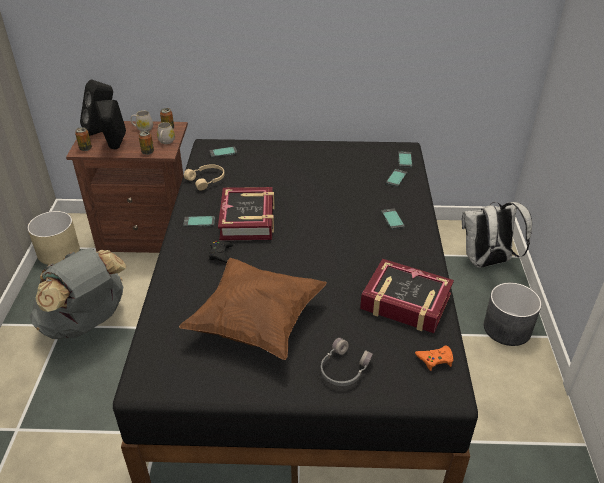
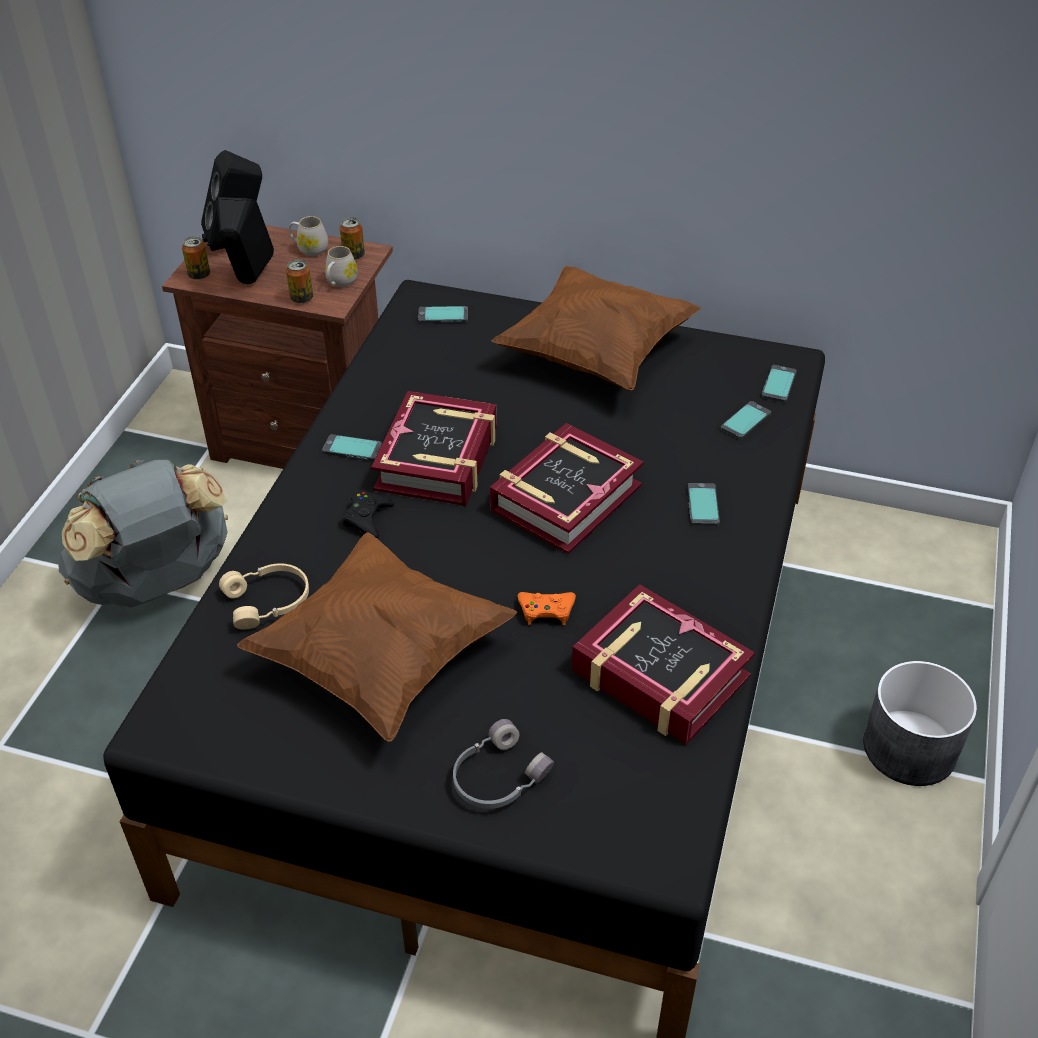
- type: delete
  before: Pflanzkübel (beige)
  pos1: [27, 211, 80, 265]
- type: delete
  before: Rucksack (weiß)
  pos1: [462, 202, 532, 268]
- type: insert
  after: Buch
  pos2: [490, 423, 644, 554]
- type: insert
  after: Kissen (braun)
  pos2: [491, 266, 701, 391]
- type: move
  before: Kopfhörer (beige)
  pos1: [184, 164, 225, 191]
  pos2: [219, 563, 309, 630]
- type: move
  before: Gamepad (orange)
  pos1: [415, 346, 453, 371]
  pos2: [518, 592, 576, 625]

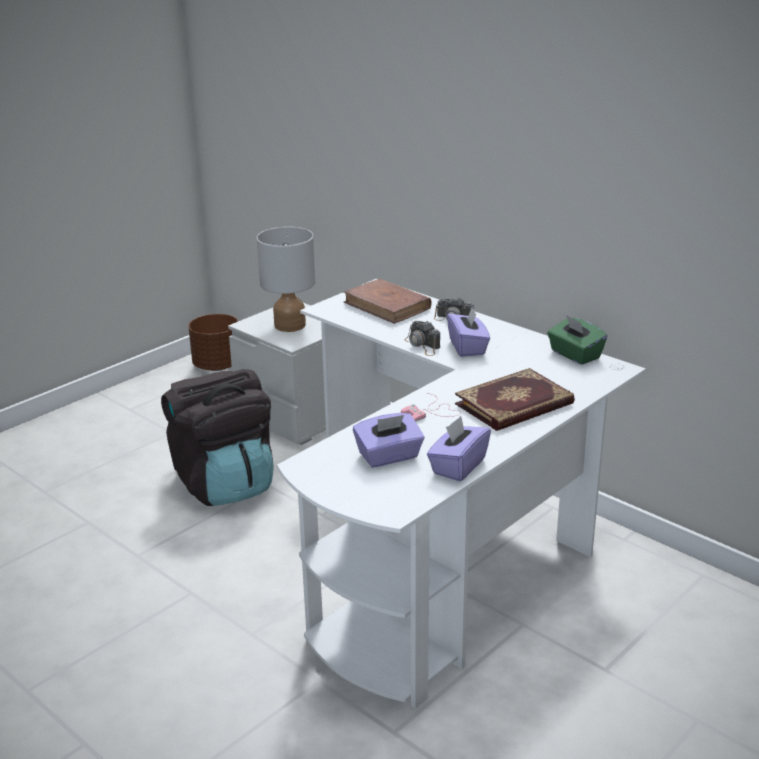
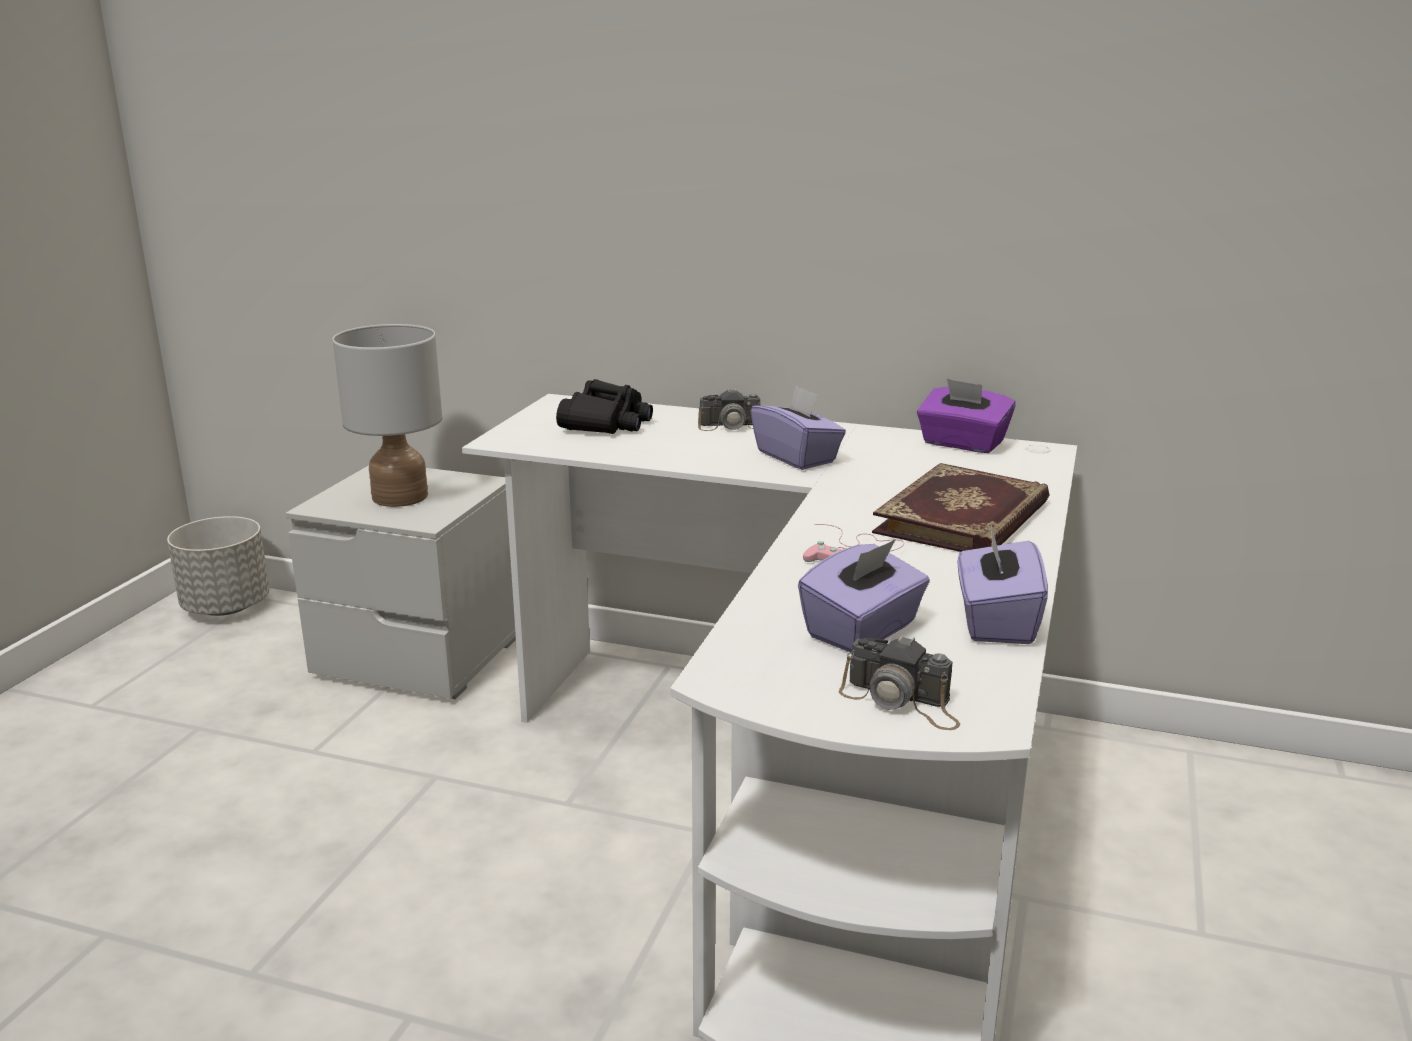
- type: delete
  before: Rucksack (schwarz)
  pos1: [161, 369, 274, 506]
- type: move
  before: Kamera
  pos1: [404, 321, 440, 356]
  pos2: [839, 635, 960, 730]
- type: replace
  before: Buch (braun)
  after: Fernglas (schwarz)
  pos1: [344, 279, 432, 324]
  pos2: [556, 379, 653, 434]
- type: recolor
  before: Pflanzkübel (braun)
  after: Pflanzkübel (grau)
  pos1: [188, 314, 238, 371]
  pos2: [167, 516, 270, 616]
- type: recolor
  before: Taschentuchbox (grün)
  after: Taschentuchbox (lila)
  pos1: [547, 315, 607, 365]
  pos2: [917, 378, 1016, 453]

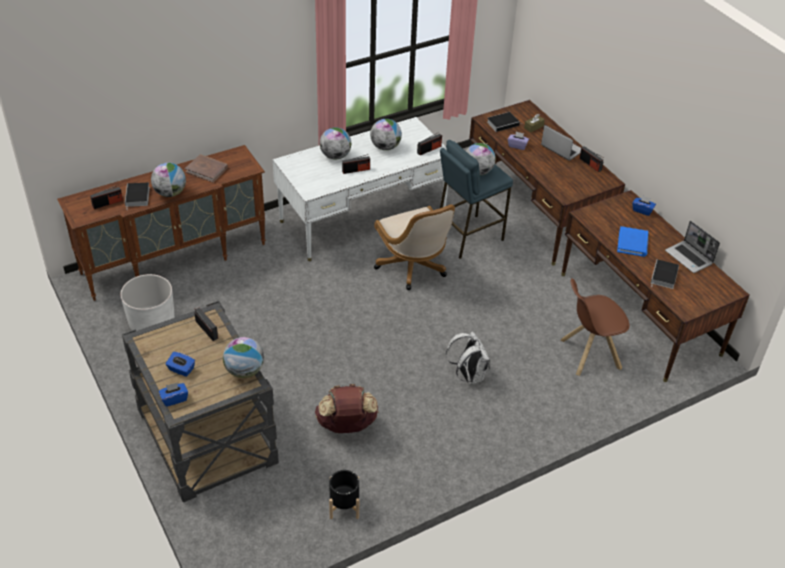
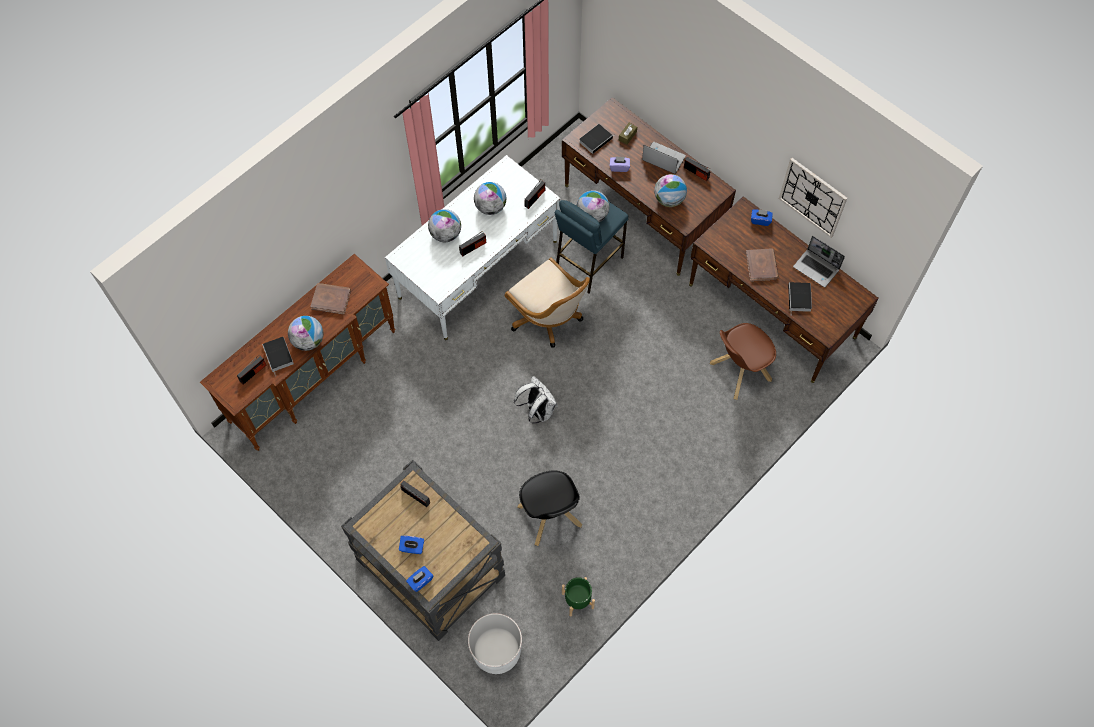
- type: insert
  after: Wanduhr
  pos2: [779, 158, 847, 238]
- type: move
  before: Pflanzkübel (weiß)
  pos1: [120, 274, 175, 331]
  pos2: [468, 613, 522, 674]
- type: move
  before: Globus
  pos1: [223, 337, 264, 378]
  pos2: [654, 174, 687, 207]
- type: move
  before: Rucksack (weiß)
  pos1: [446, 331, 490, 385]
  pos2: [514, 376, 558, 424]
- type: replace
  before: Rucksack (braun)
  after: Stuhl (schwarz)
  pos1: [315, 384, 379, 433]
  pos2: [517, 470, 582, 546]
- type: recolor
  before: Pflanzkübel (schwarz)
  after: Pflanzkübel (grün)
  pos1: [329, 470, 359, 519]
  pos2: [562, 577, 595, 617]
- type: recolor
  before: Buch (blau)
  after: Buch (braun)
  pos1: [617, 226, 649, 257]
  pos2: [746, 248, 779, 281]

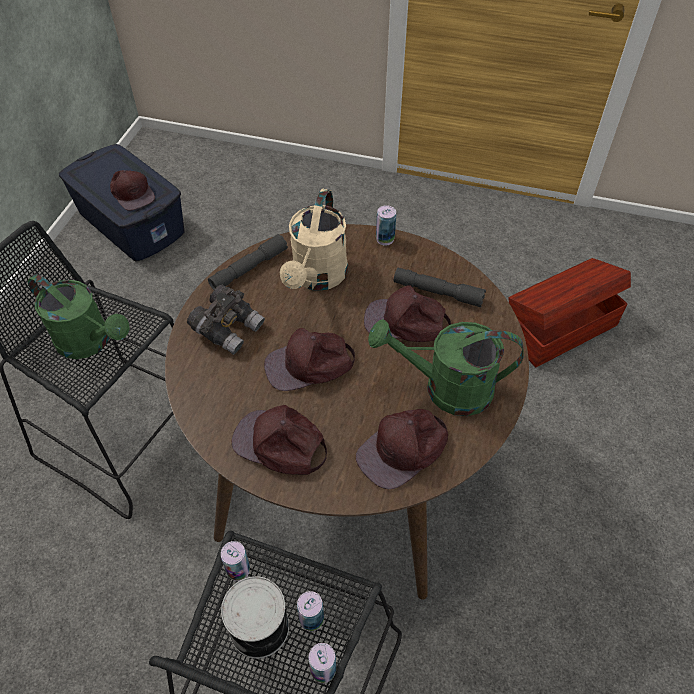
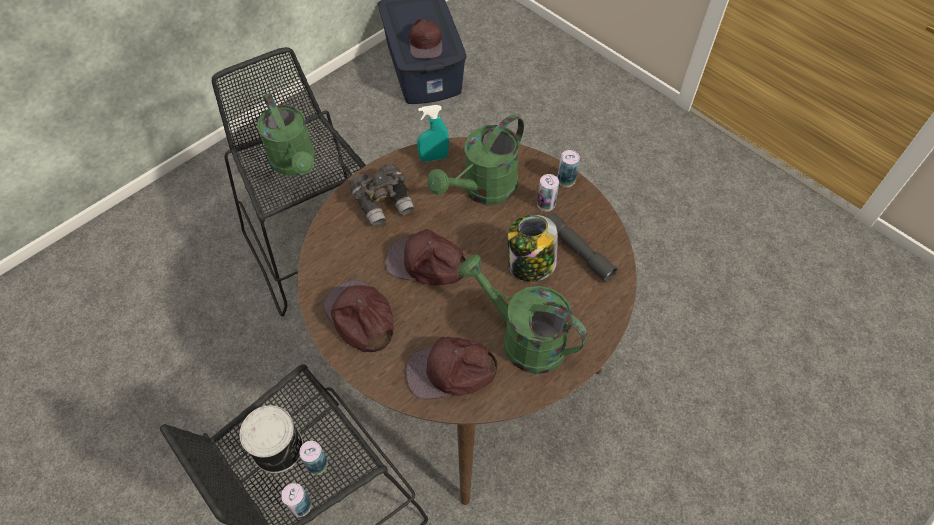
- type: delete
  before: Aufbewahrungsbox (braun)
  pos1: [509, 258, 631, 367]
- type: move
  before: Dose
  pos1: [221, 541, 250, 581]
  pos2: [537, 174, 559, 212]
- type: replace
  before: Taschenlampe (grau)
  after: Sprühflasche (türkis)
  pos1: [208, 234, 288, 290]
  pos2: [417, 105, 449, 162]
- type: replace
  before: Kappe (braun)
  after: Vorratsglas
  pos1: [364, 285, 451, 342]
  pos2: [508, 215, 558, 282]
- type: recolor
  before: Gießkanne (beige)
  after: Gießkanne (grün)
  pos1: [280, 189, 348, 291]
  pos2: [427, 114, 524, 205]

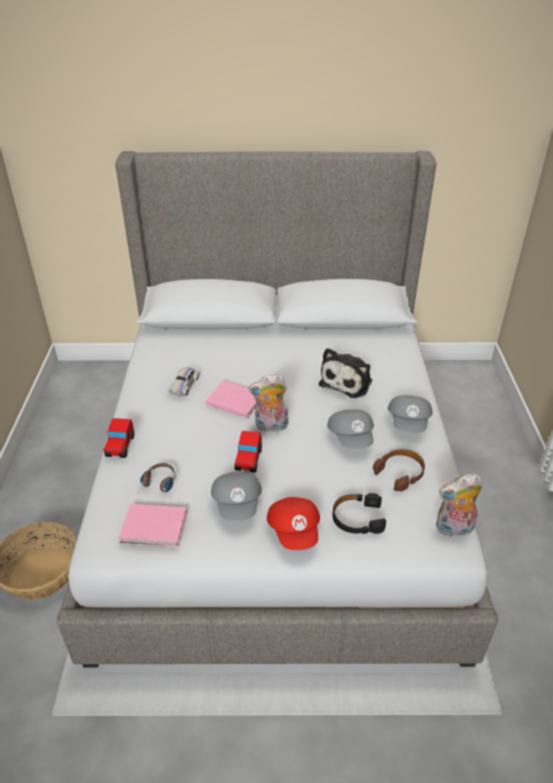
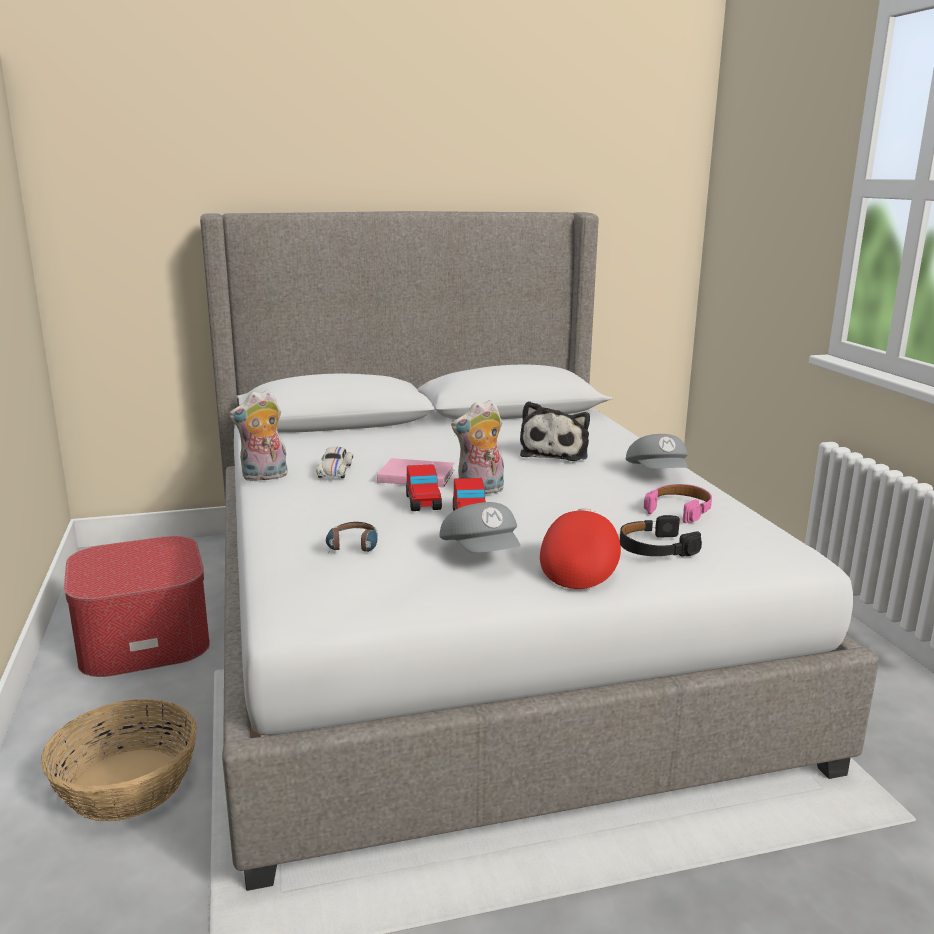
- type: delete
  before: Buch (rosa)
  pos1: [118, 504, 187, 547]
- type: delete
  before: Kappe (grau)
  pos1: [327, 409, 374, 449]
- type: insert
  after: Polsterhocker
  pos2: [64, 536, 210, 677]
- type: move
  before: Spielzeugauto
  pos1: [103, 418, 134, 458]
  pos2: [406, 464, 442, 511]
- type: move
  before: Plüschtier
  pos1: [436, 473, 482, 537]
  pos2: [229, 390, 288, 482]
- type: recolor
  before: Kopfhörer (braun)
  after: Kopfhörer (rosa)
  pos1: [373, 449, 425, 491]
  pos2: [644, 484, 712, 523]
- type: rotate
  before: Kappe (rot)
  pos1: [267, 497, 320, 550]
  pos2: [540, 508, 621, 589]
  turn: -135

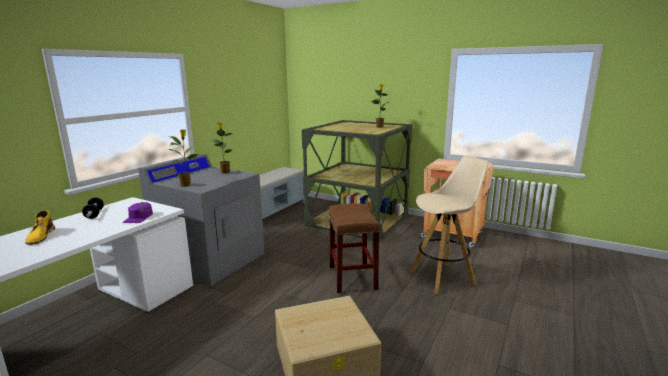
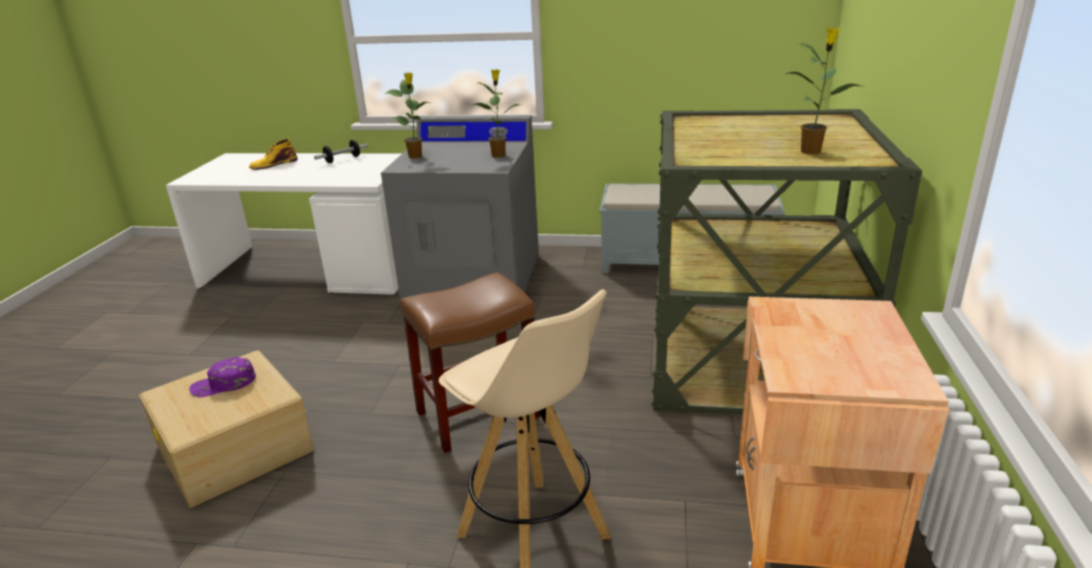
- type: move
  before: Kappe (lila)
  pos1: [123, 202, 153, 223]
  pos2: [189, 357, 256, 397]

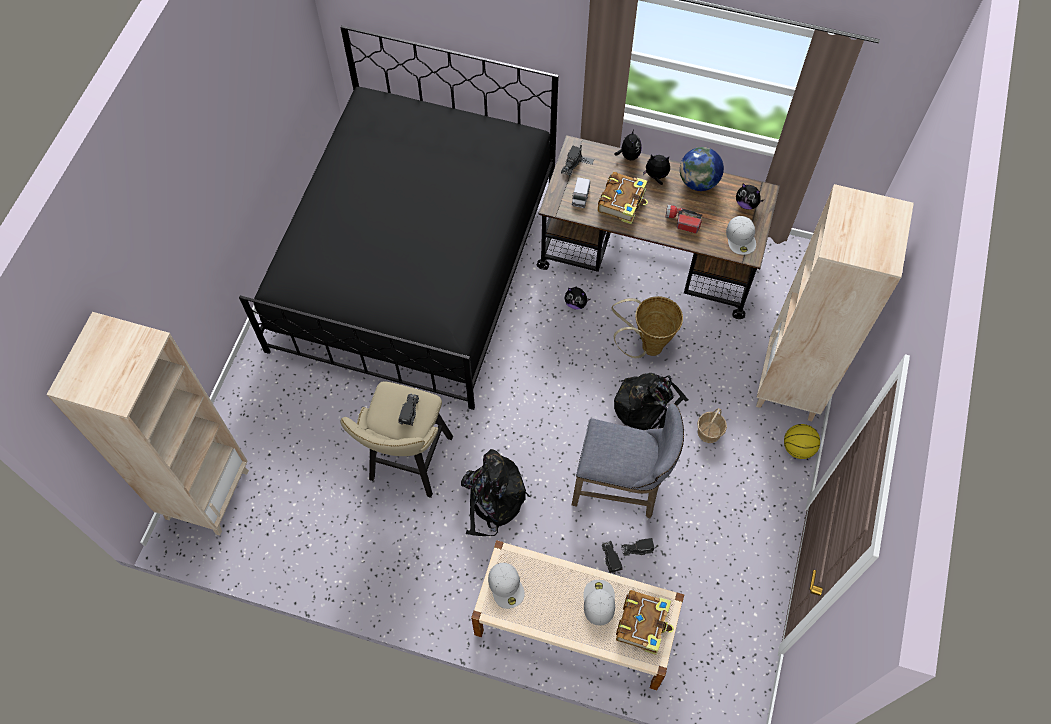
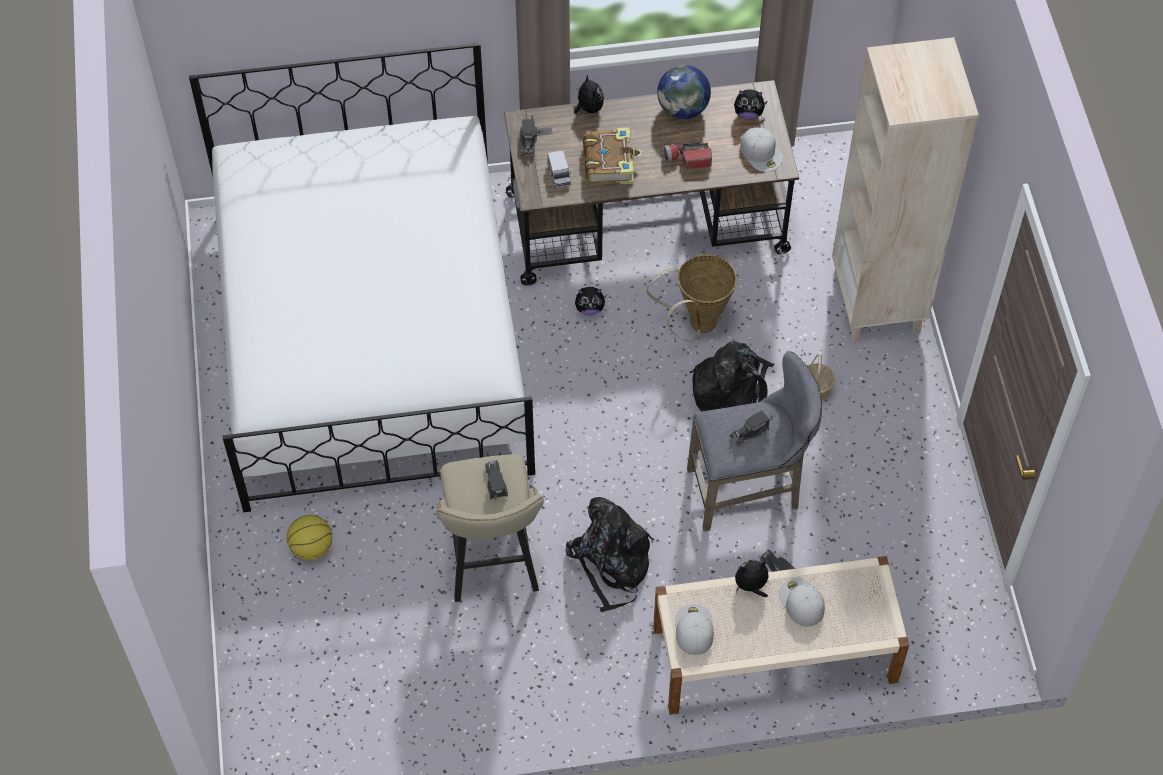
- type: delete
  before: Bücherregal (beige)
  pos1: [46, 312, 249, 535]
- type: delete
  before: Buch
  pos1: [616, 590, 674, 655]
- type: move
  before: Spielzeuglaster
  pos1: [621, 538, 658, 556]
  pos2: [730, 410, 773, 446]
- type: move
  before: Plüschtier
  pos1: [643, 155, 670, 185]
  pos2: [735, 560, 769, 597]
- type: move
  before: Basketball
  pos1: [784, 424, 820, 459]
  pos2: [287, 515, 332, 560]
- type: recolor
  before: Bett (schwarz)
  after: Bett (weiß)
  pos1: [239, 25, 559, 410]
  pos2: [189, 43, 535, 512]
- type: rotate
  before: Kappe (weiß)
  pos1: [488, 563, 525, 609]
  pos2: [675, 604, 714, 655]
  turn: -135

